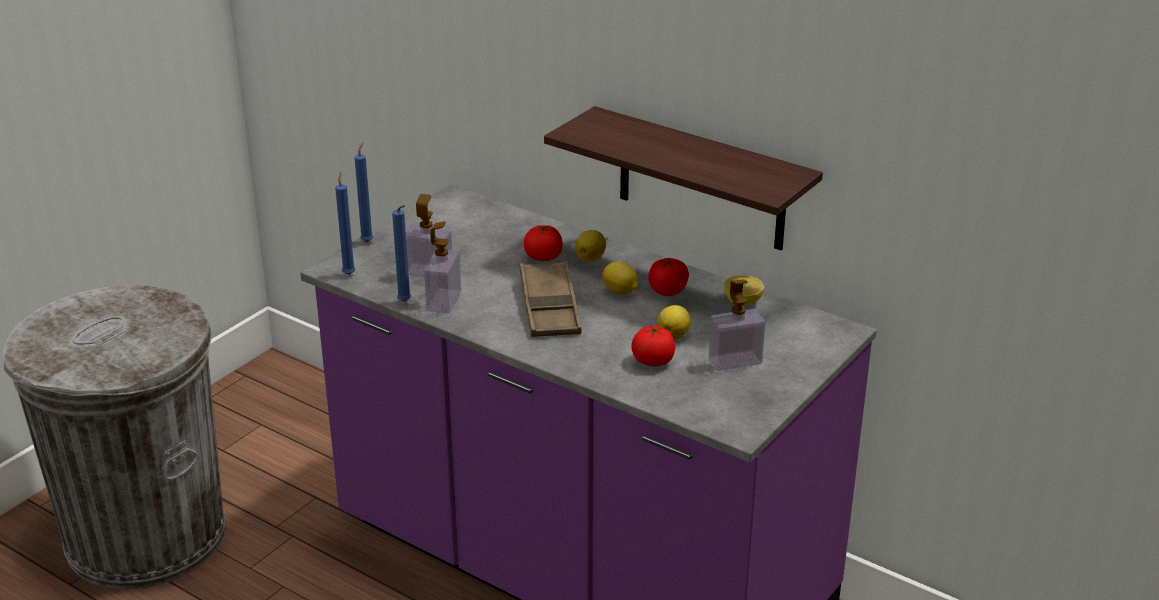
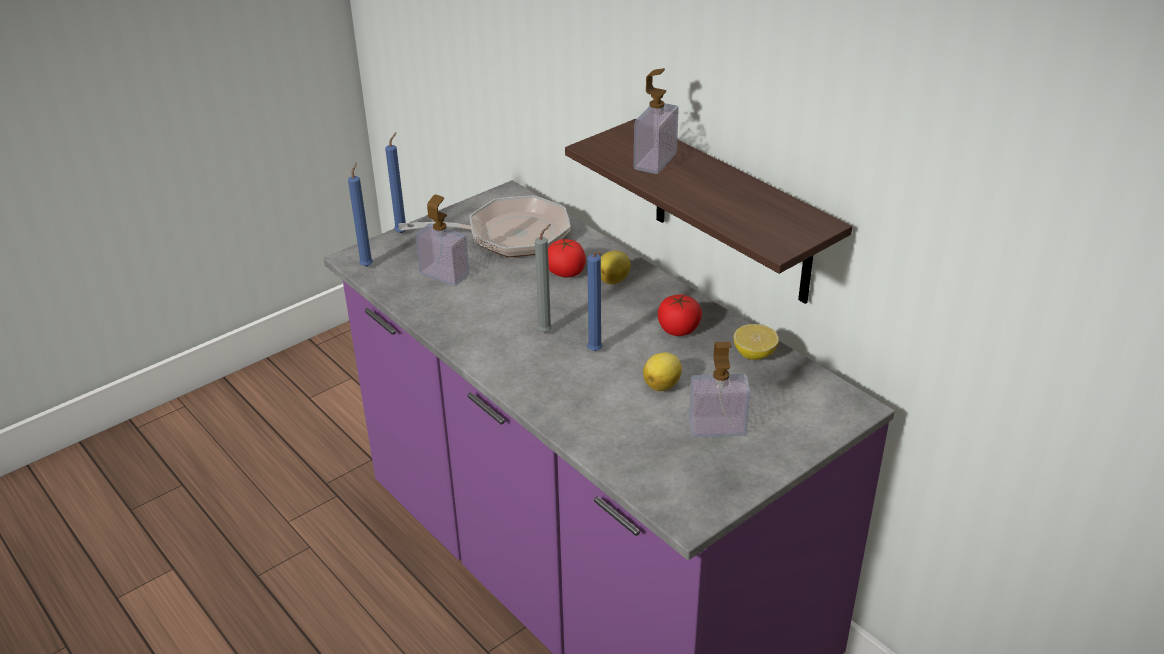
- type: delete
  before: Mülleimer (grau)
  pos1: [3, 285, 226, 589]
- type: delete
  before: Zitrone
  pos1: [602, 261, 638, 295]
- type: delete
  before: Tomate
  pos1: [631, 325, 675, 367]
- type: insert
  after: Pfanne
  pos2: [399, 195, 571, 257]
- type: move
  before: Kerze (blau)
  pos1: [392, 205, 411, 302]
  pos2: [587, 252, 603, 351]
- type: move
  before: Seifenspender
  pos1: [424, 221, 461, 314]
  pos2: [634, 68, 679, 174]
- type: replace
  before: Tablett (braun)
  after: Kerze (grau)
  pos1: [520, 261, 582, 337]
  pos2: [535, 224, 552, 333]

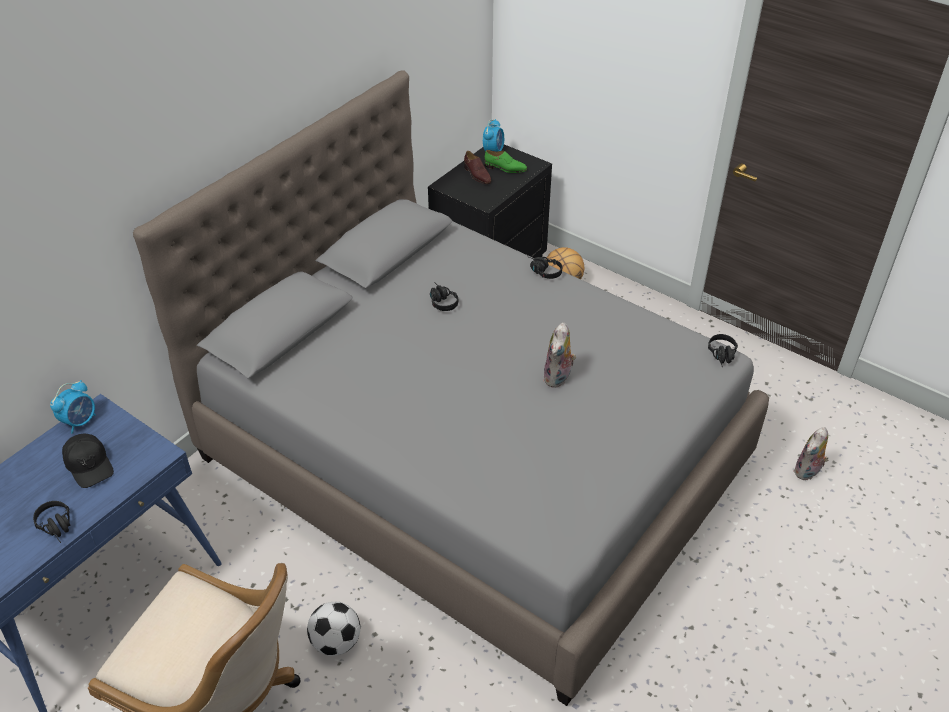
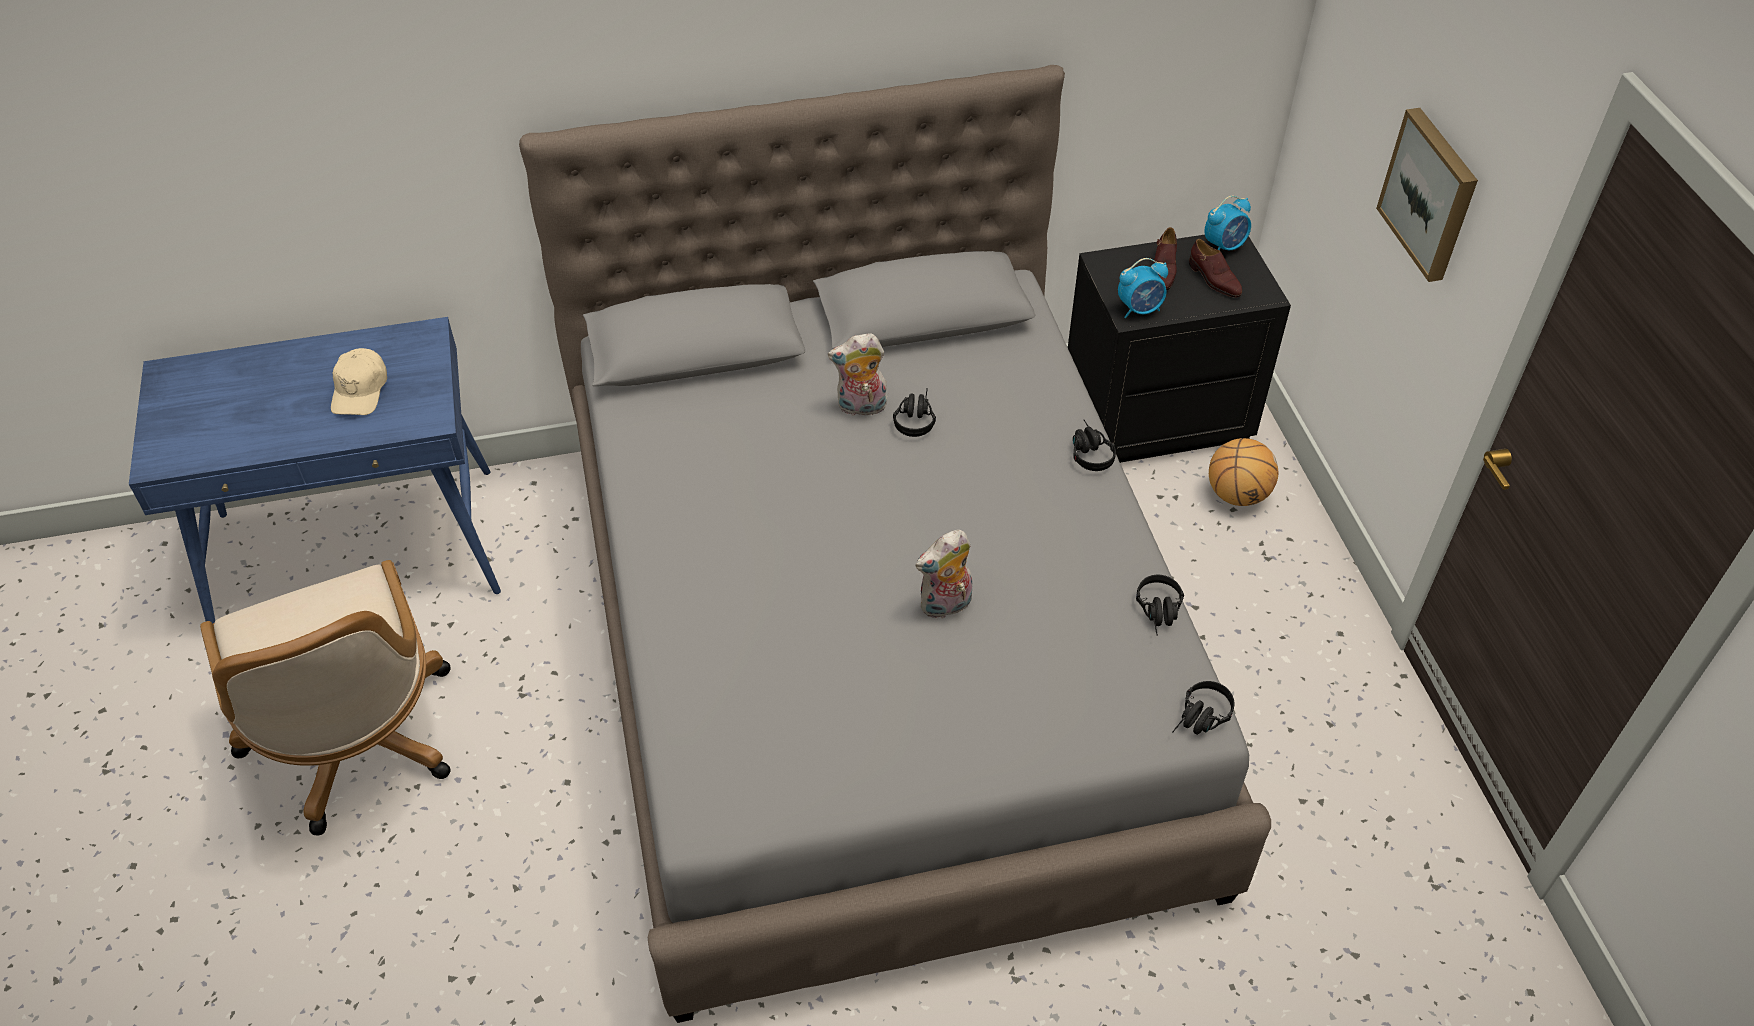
- type: delete
  before: Fußball
  pos1: [307, 602, 360, 656]
- type: insert
  after: Bild
  pos2: [1376, 108, 1478, 282]
- type: move
  before: Kopfhörer (schwarz)
  pos1: [33, 501, 70, 543]
  pos2: [1136, 575, 1184, 636]
- type: move
  before: Wecker
  pos1: [50, 380, 96, 434]
  pos2: [1118, 258, 1168, 318]
- type: move
  before: Plüschtier
  pos1: [793, 427, 828, 480]
  pos2: [828, 333, 887, 416]
- type: recolor
  before: Kappe (schwarz)
  after: Kappe (beige)
  pos1: [62, 434, 114, 488]
  pos2: [331, 348, 387, 415]
- type: recolor
  before: Schuh (grün)
  after: Schuh (braun)
  pos1: [485, 150, 527, 173]
  pos2: [1189, 239, 1242, 298]

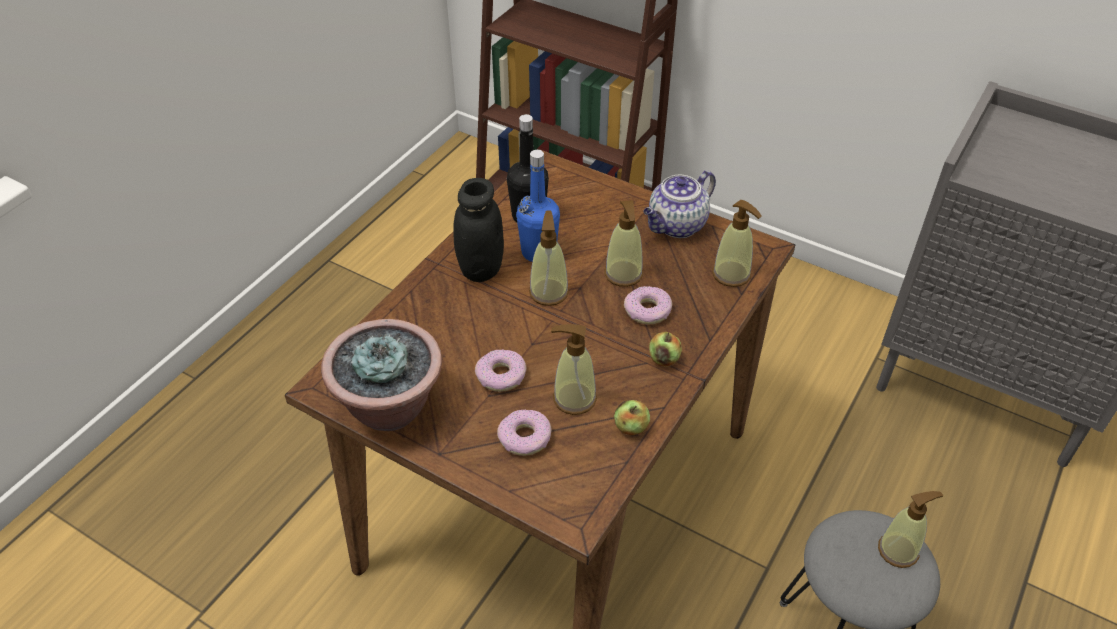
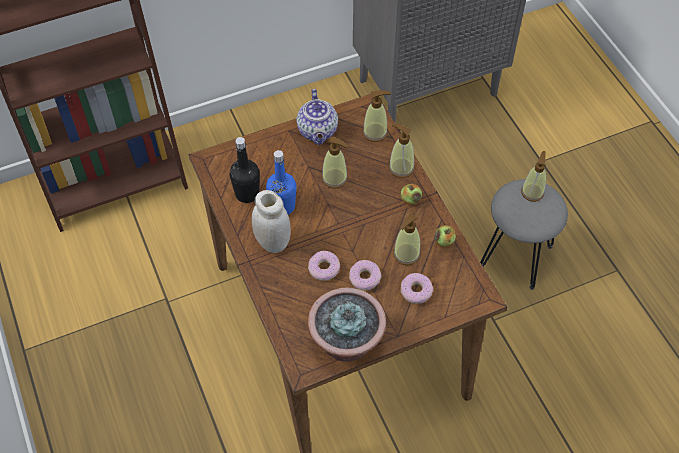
- type: move
  before: Seifenspender
  pos1: [529, 211, 569, 306]
  pos2: [389, 124, 415, 178]
- type: move
  before: Donut
  pos1: [624, 286, 672, 325]
  pos2: [308, 251, 340, 281]
- type: recolor
  before: Vorratsglas (schwarz)
  after: Vorratsglas (weiß)
  pos1: [453, 178, 504, 282]
  pos2: [252, 190, 291, 253]

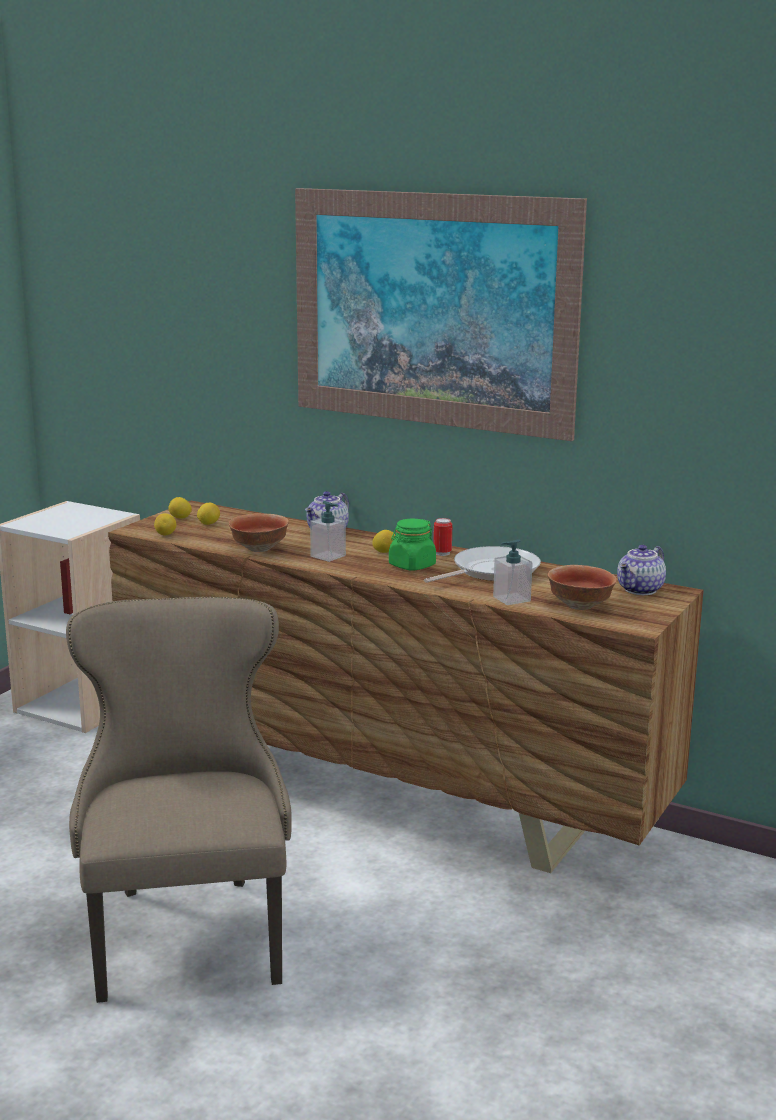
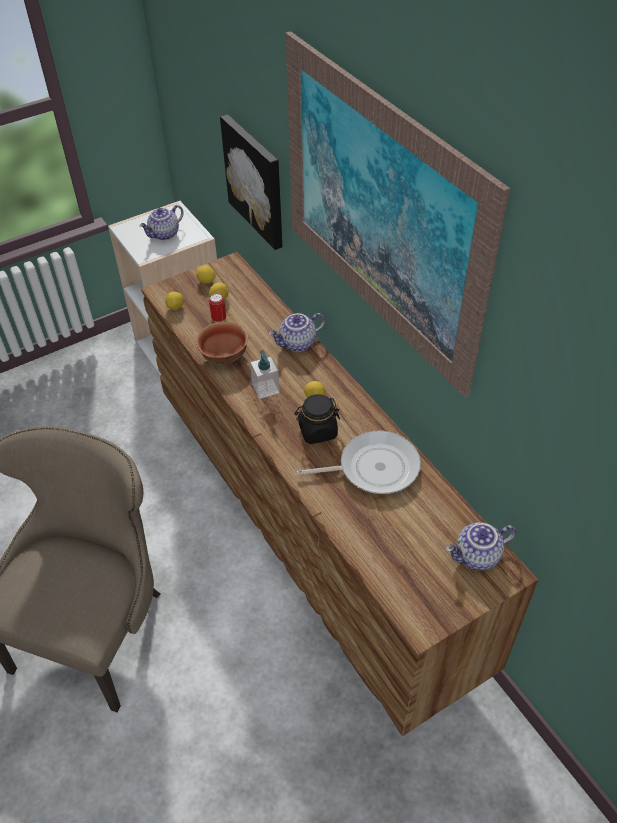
- type: delete
  before: Seifenspender
  pos1: [493, 539, 533, 605]
- type: delete
  before: Schüssel
  pos1: [547, 565, 617, 610]
- type: insert
  after: Teekanne
  pos2: [139, 205, 184, 240]
- type: insert
  after: Bild
  pos2: [220, 114, 283, 250]
- type: move
  before: Dose
  pos1: [433, 518, 452, 556]
  pos2: [209, 294, 226, 322]
- type: recolor
  before: Vorratsglas (grün)
  after: Vorratsglas (schwarz)
  pos1: [389, 518, 436, 571]
  pos2: [295, 394, 340, 444]

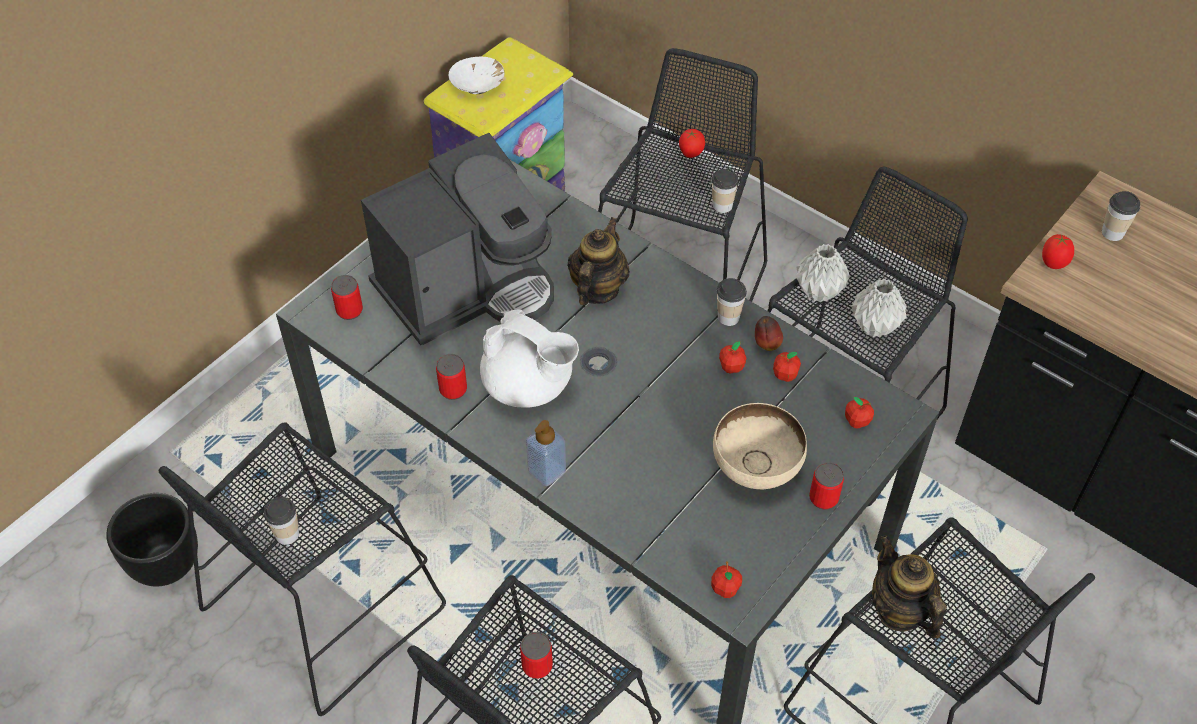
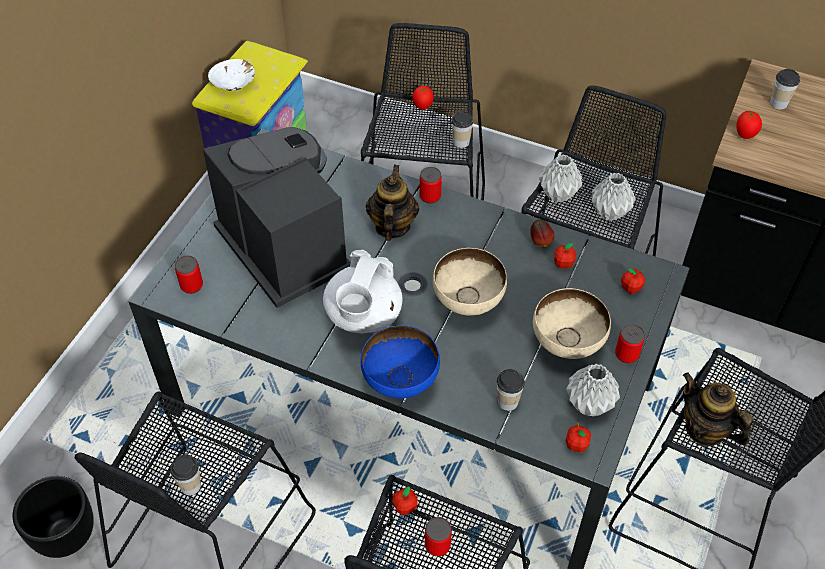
- type: insert
  after: Schüssel (beige)
  pos2: [433, 248, 507, 316]
- type: insert
  after: Vase (grau)
  pos2: [566, 364, 620, 416]
- type: move
  before: Dose
  pos1: [436, 354, 467, 400]
  pos2: [420, 167, 442, 204]
- type: move
  before: Tasse
  pos1: [717, 278, 747, 326]
  pos2: [497, 369, 525, 411]
- type: move
  before: Apfel
  pos1: [719, 341, 746, 374]
  pos2: [393, 487, 418, 515]
- type: replace
  before: Seifenspender
  after: Schüssel (blau)
  pos1: [526, 420, 566, 486]
  pos2: [361, 325, 440, 398]
- type: rotate
  before: Kaffeemaschine
  pos1: [361, 133, 554, 345]
  pos2: [203, 127, 351, 308]
  turn: -75
- type: rotate
  before: Teekanne (weiß)
  pos1: [480, 310, 579, 408]
  pos2: [323, 250, 402, 333]
  turn: 90

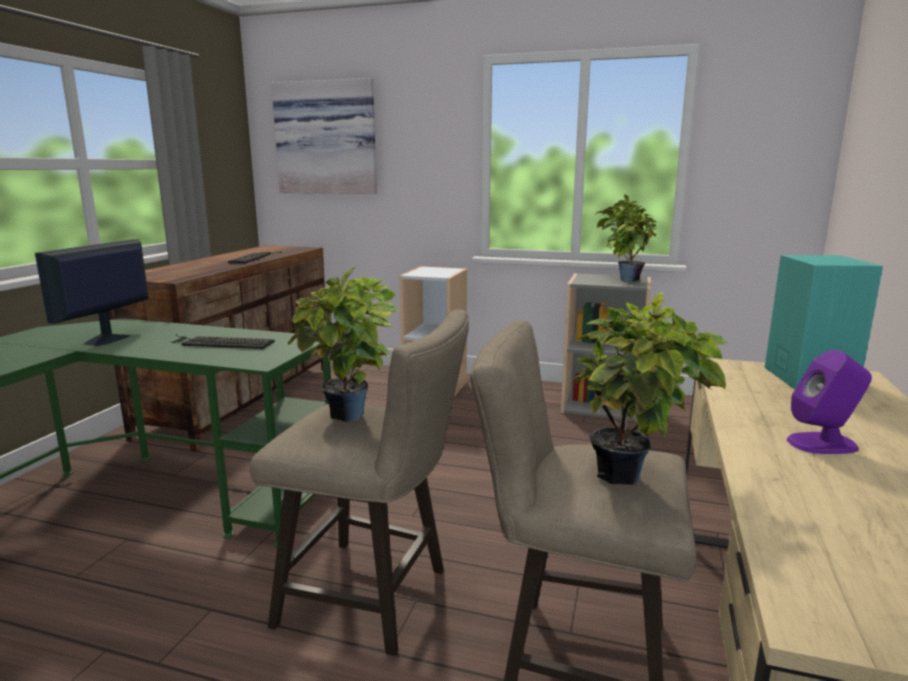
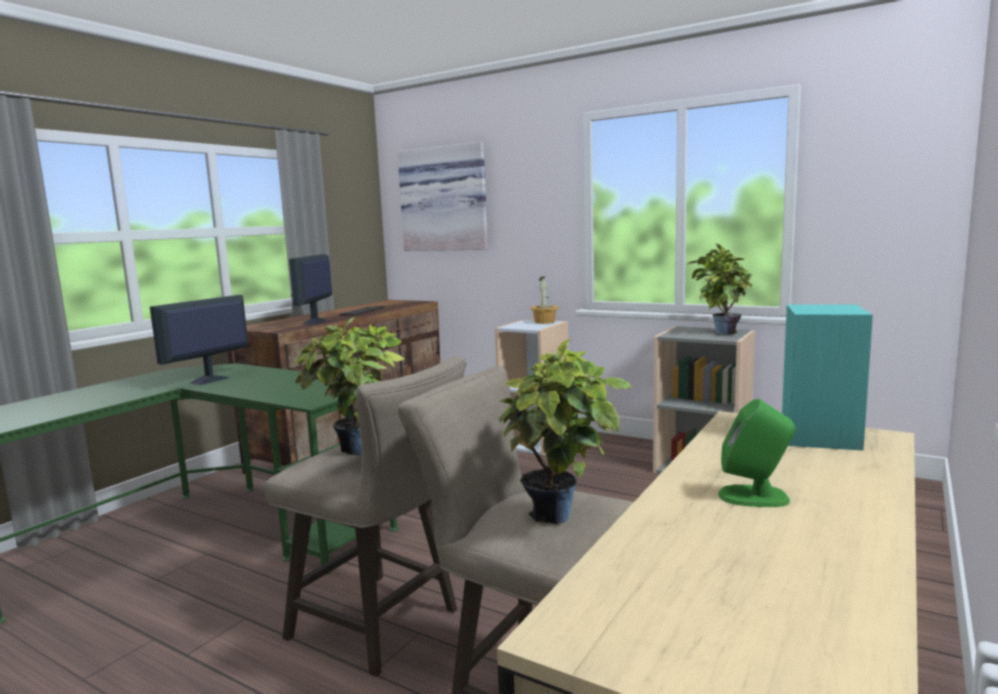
- type: delete
  before: Tastatur
  pos1: [172, 334, 275, 349]
- type: insert
  after: Monitor
  pos2: [289, 254, 332, 324]
- type: insert
  after: Topfpflanze
  pos2: [531, 277, 558, 324]
- type: recolor
  before: Lautsprecher (lila)
  after: Lautsprecher (grün)
  pos1: [787, 350, 872, 454]
  pos2: [718, 399, 796, 507]

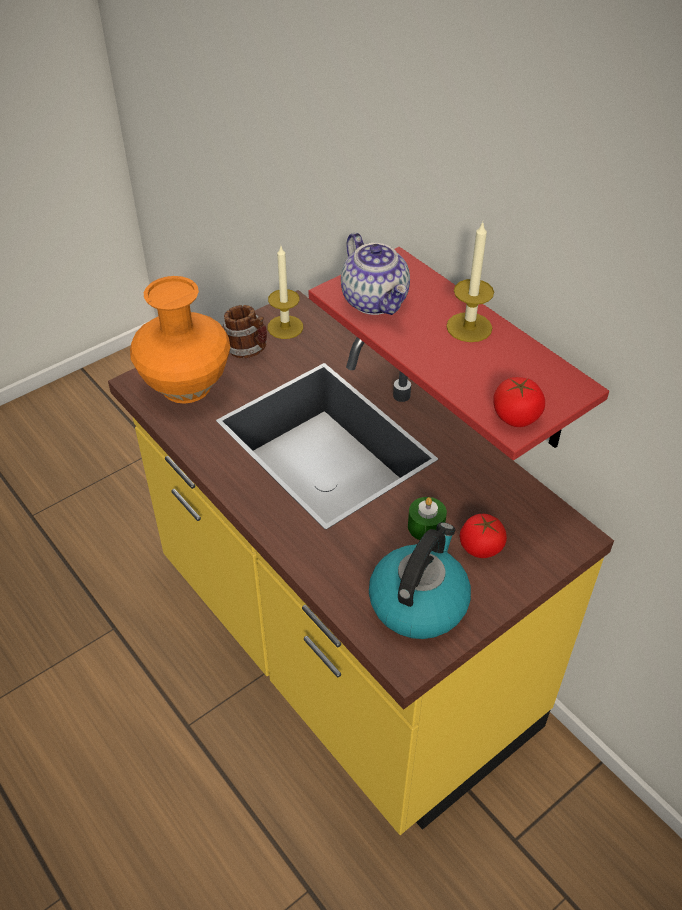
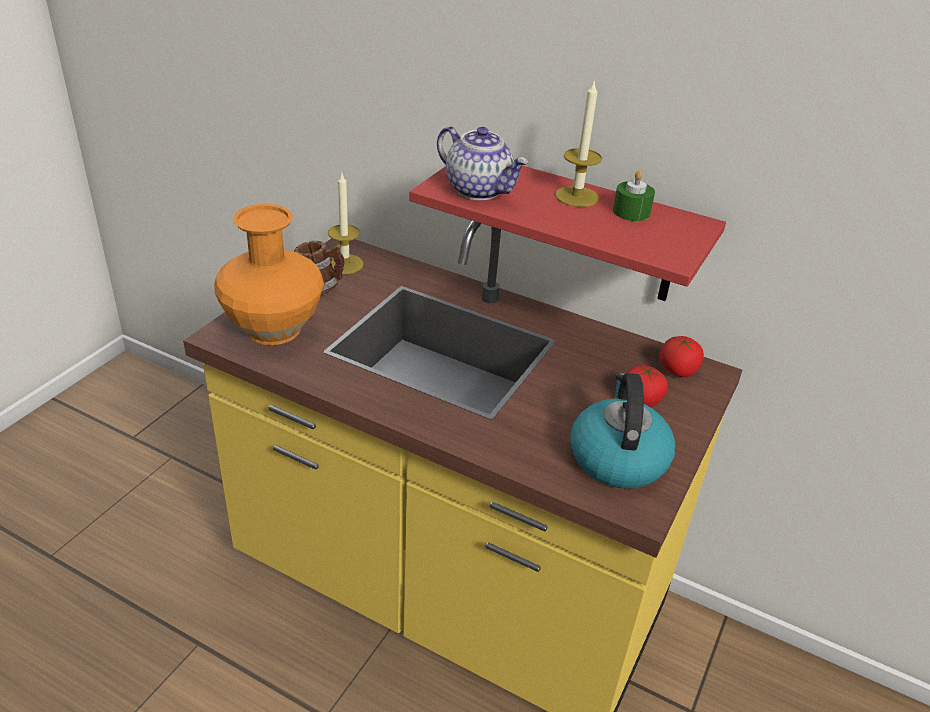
- type: move
  before: Kerze (grün)
  pos1: [408, 497, 447, 540]
  pos2: [613, 170, 655, 221]
- type: move
  before: Tomate
  pos1: [493, 377, 545, 427]
  pos2: [660, 336, 704, 377]

